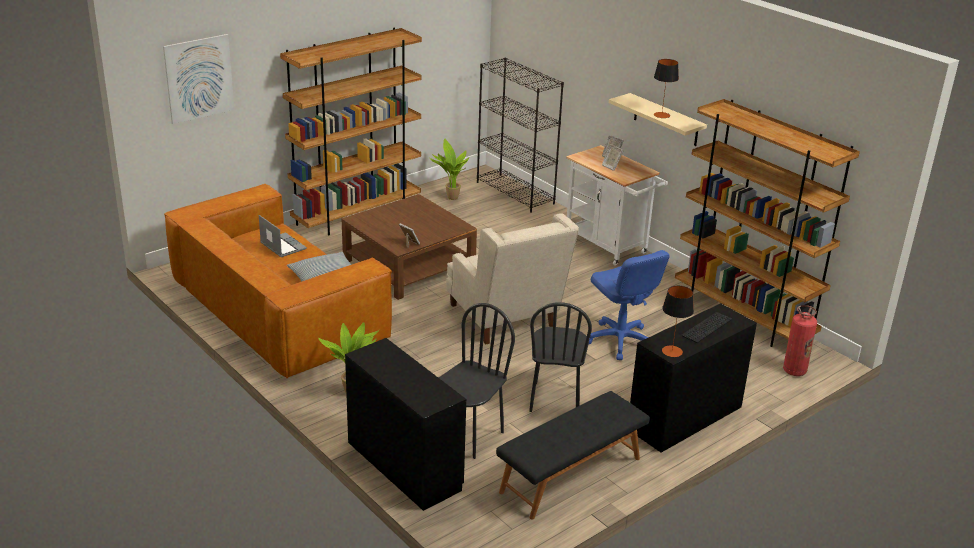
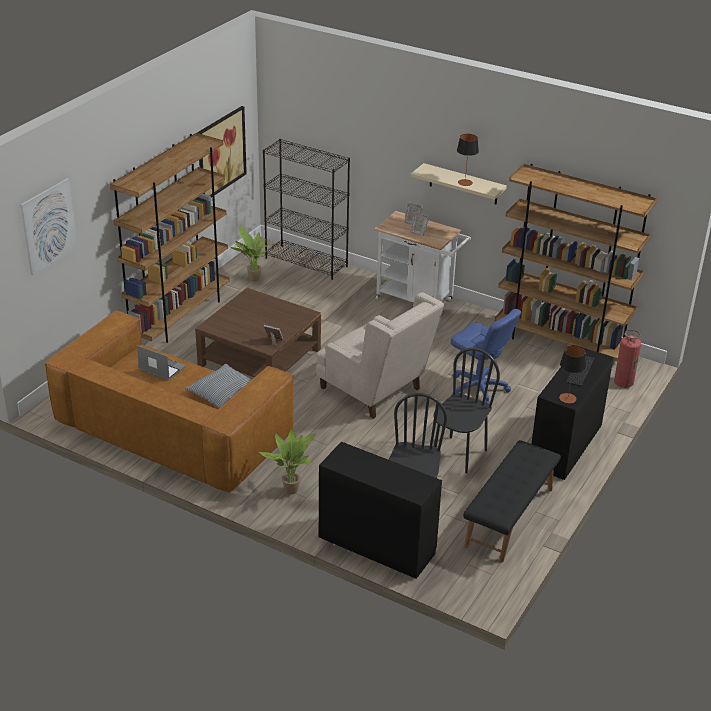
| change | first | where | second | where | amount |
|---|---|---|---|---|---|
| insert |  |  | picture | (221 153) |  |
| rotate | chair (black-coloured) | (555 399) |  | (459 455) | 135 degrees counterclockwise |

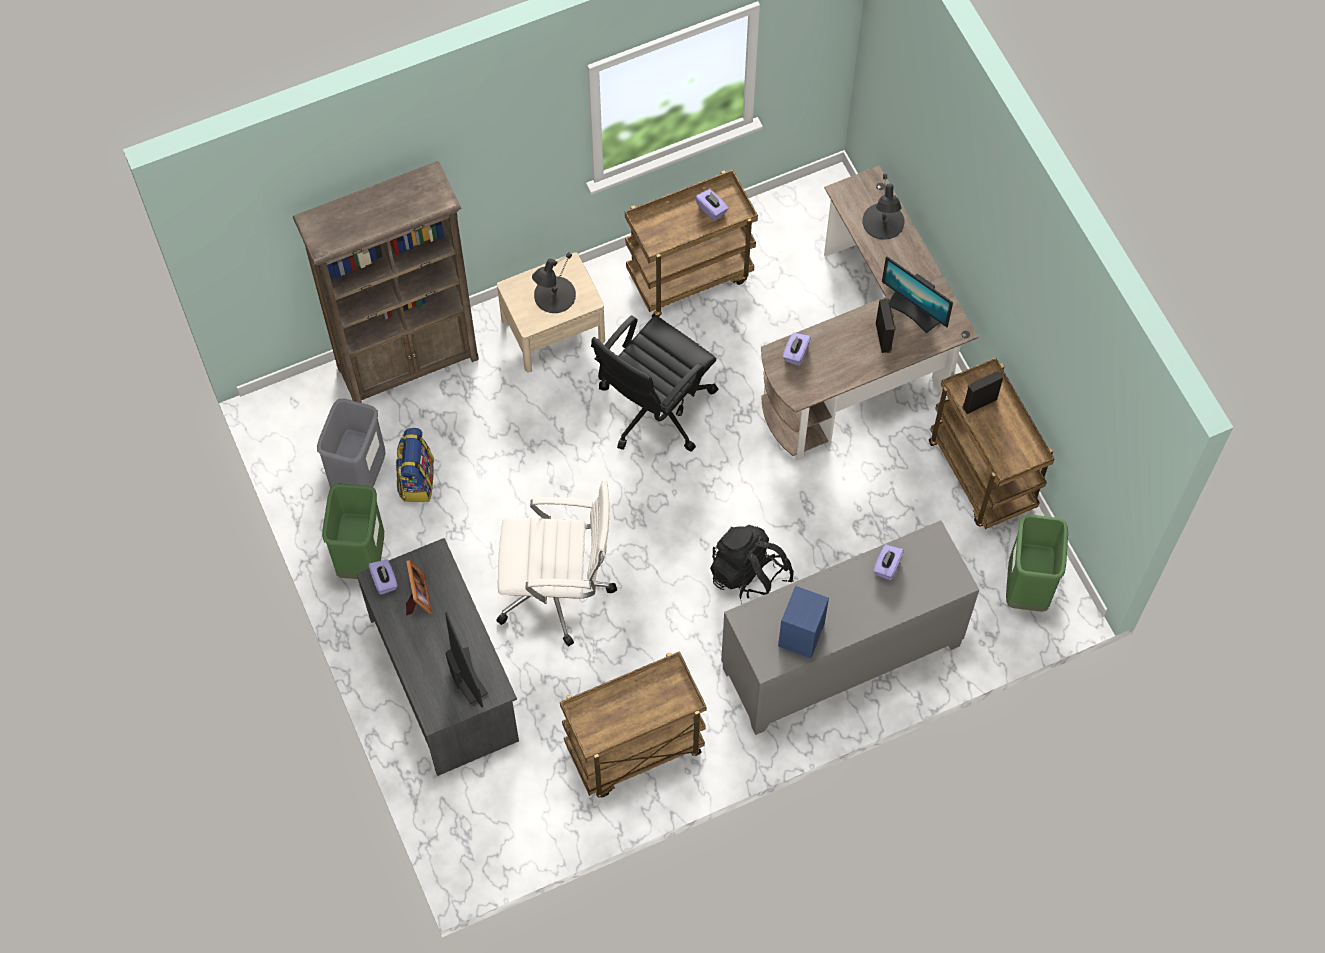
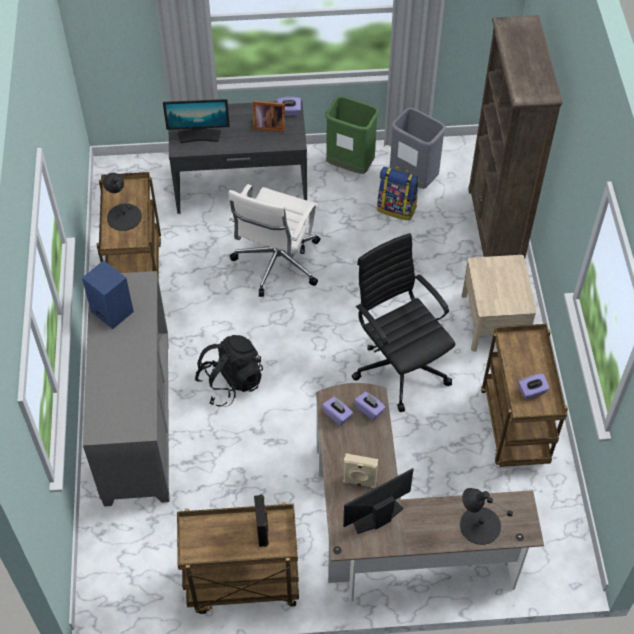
| change | first | where | second | where | amount |
|---|---|---|---|---|---|
| move | lamp for a table (black-coloured) | (554 295) |  | (124 216) |  |
| move | tissue holder (purplish) | (887 566) |  | (337 415) |  |
| recolor | loudspeaker (black-coloured) | (884 337) | loudspeaker (beige) | (359 482) |  |
| delete | waste bin (green-coloured) | (1027 588) |  |  |  |

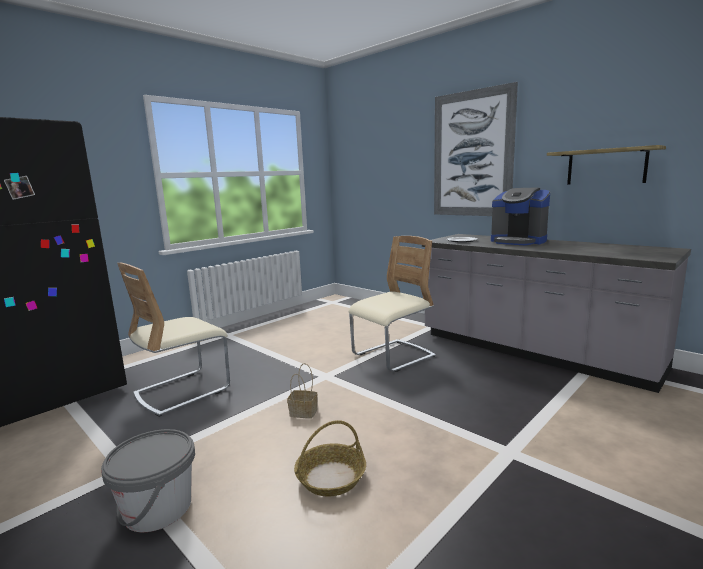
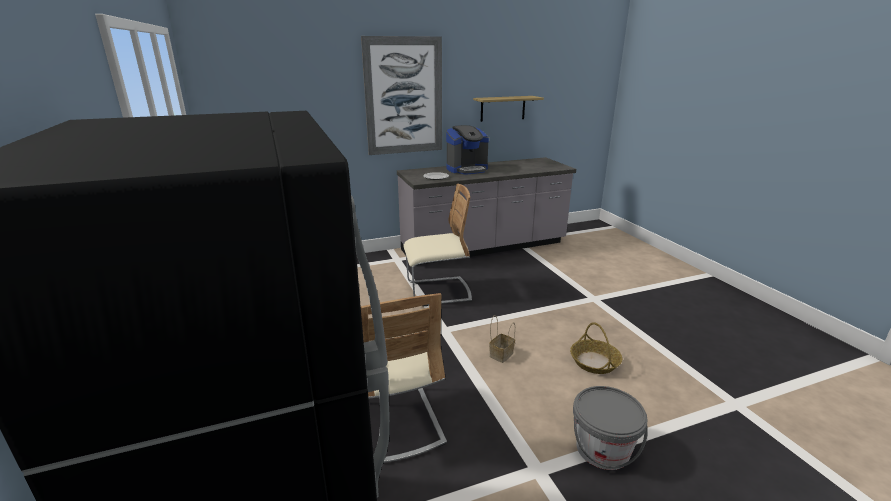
| change | first | where | second | where | amount |
|---|---|---|---|---|---|
| rotate | chair (beige) | (393 356) |  | (438 292) | 90 degrees clockwise |

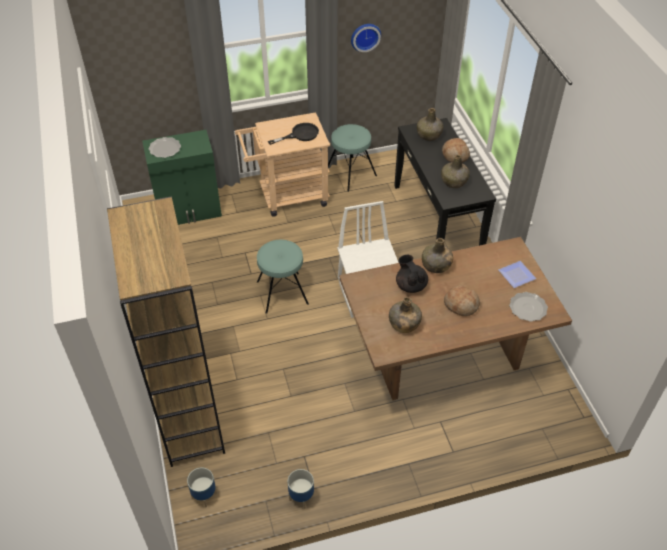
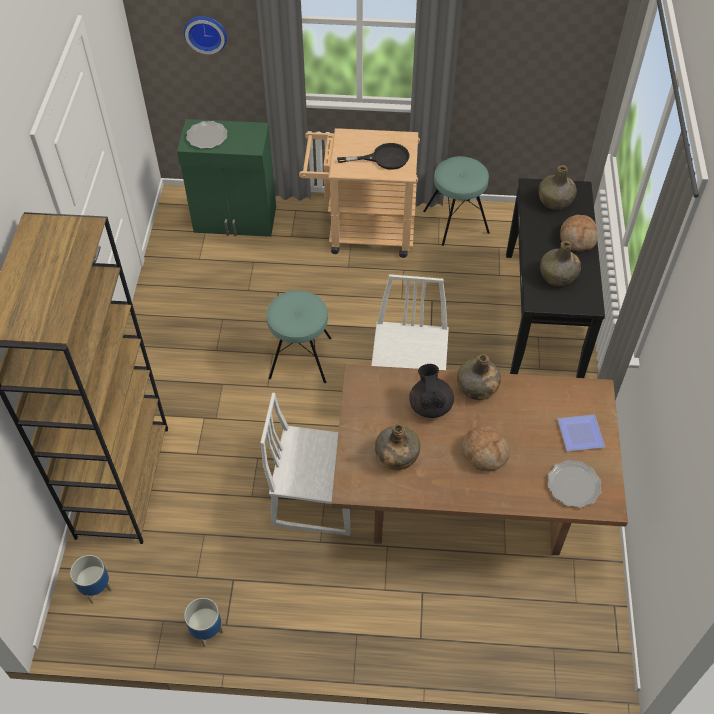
| change | first | where | second | where | amount |
|---|---|---|---|---|---|
| move | hanging clock | (365 36) |  | (206 32) |  |
| insert |  |  | chair (white-coloured) | (316 497) |  |

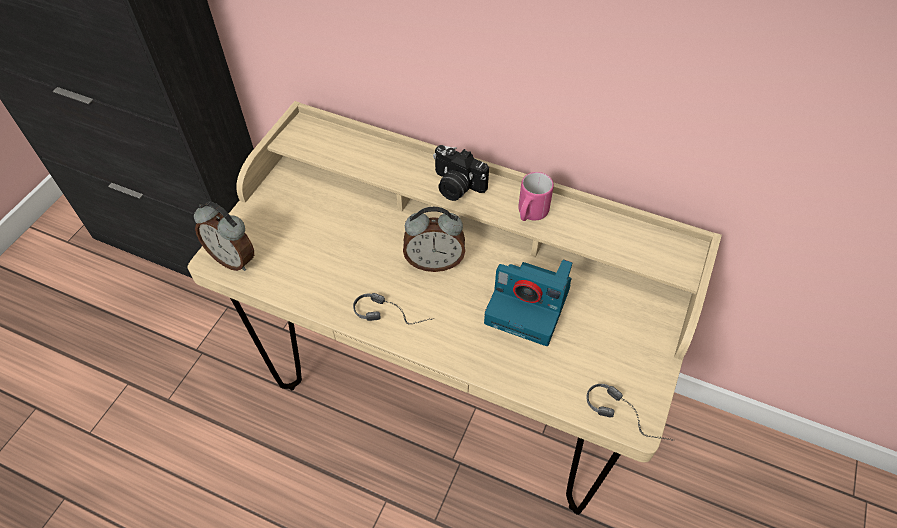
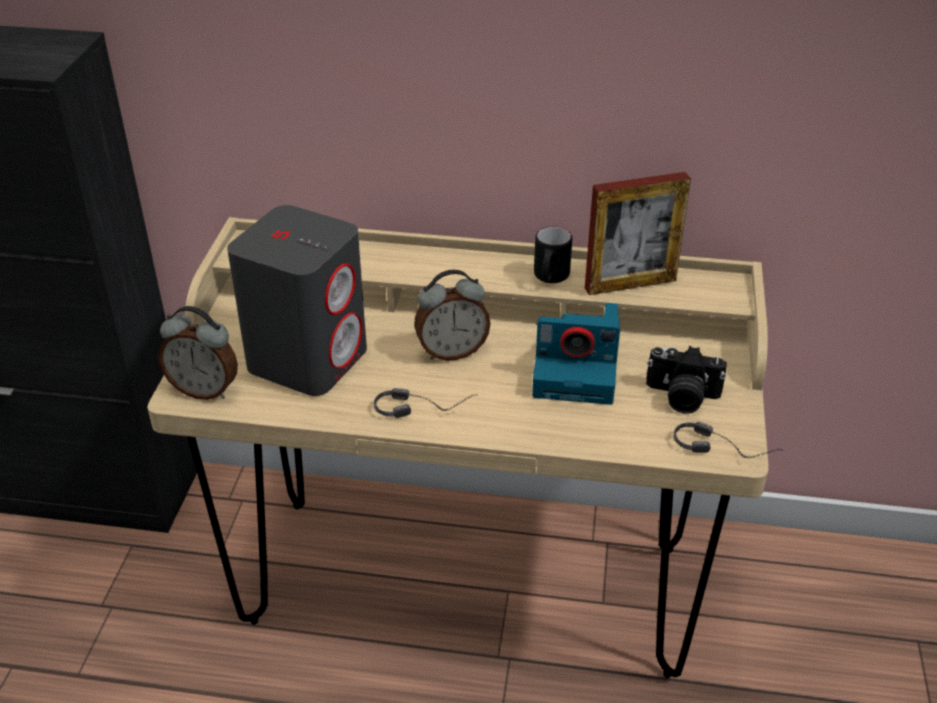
| change | first | where | second | where | amount |
|---|---|---|---|---|---|
| insert |  |  | loudspeaker (greyish) | (308 358) |  |
| recolor | mug (pink) | (530 214) | mug (black-coloured) | (550 279) |  |
| insert |  |  | photo frame | (630 284) |  |
| move | still camera | (456 186) |  | (681 397) |  |

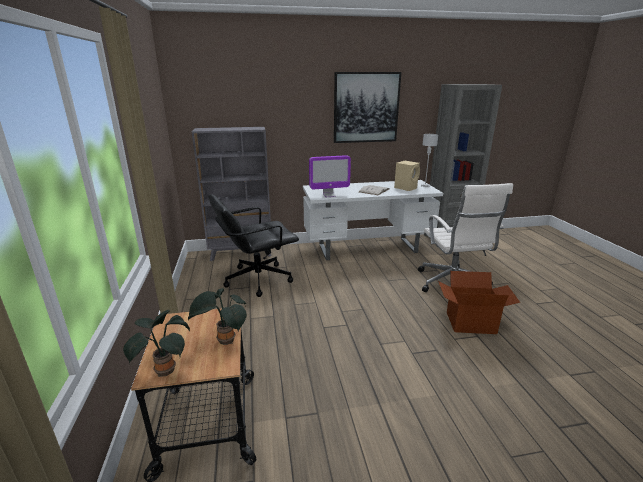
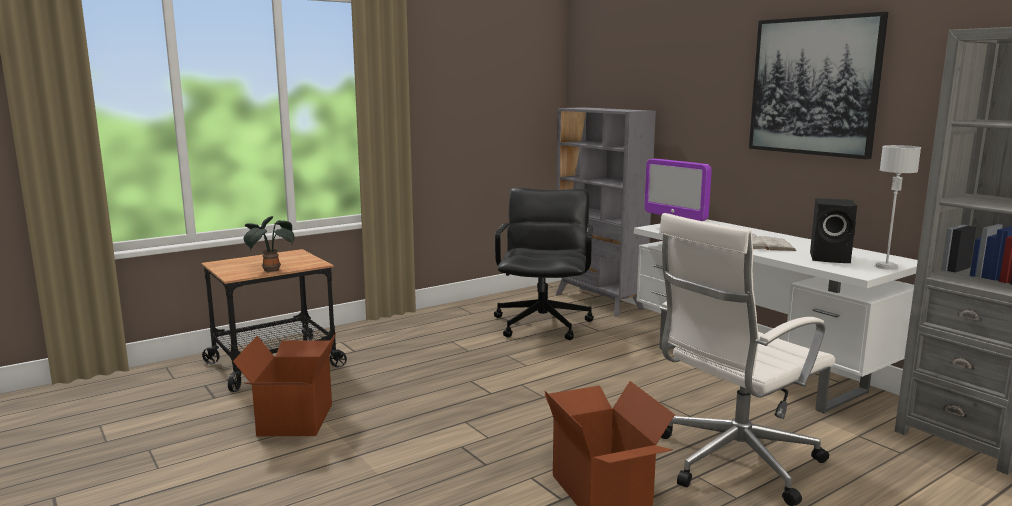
| change | first | where | second | where | amount |
|---|---|---|---|---|---|
| insert |  |  | packing box | (294 419) |  |
| rotate | computer chair (black-coloured) | (257 279) |  | (543 324) | 60 degrees clockwise |
| recolor | loudspeaker (beige) | (406 188) | loudspeaker (black-coloured) | (831 258) |  |
| delete | potted plant | (165 369) |  |  |  |

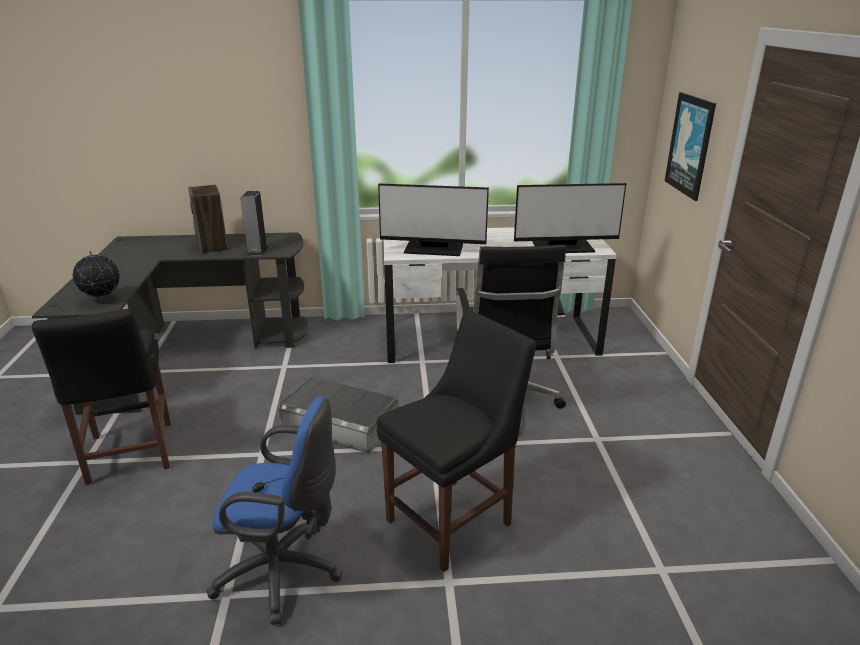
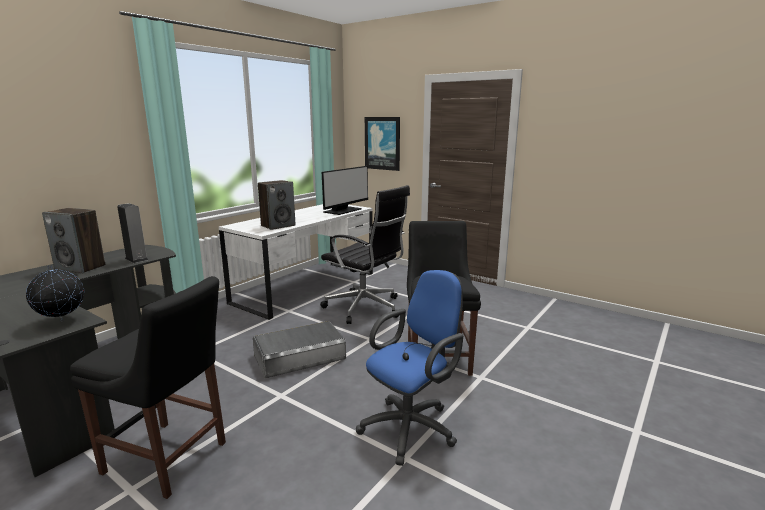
| change | first | where | second | where | amount |
|---|---|---|---|---|---|
| replace | computer screen | (433 249) | loudspeaker | (278 226) |  |

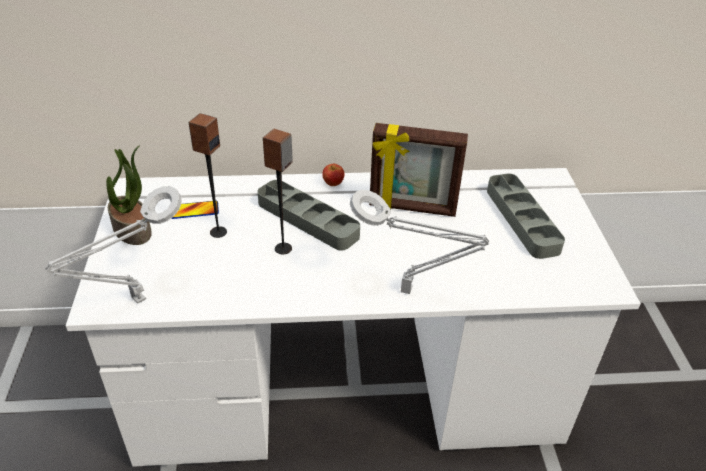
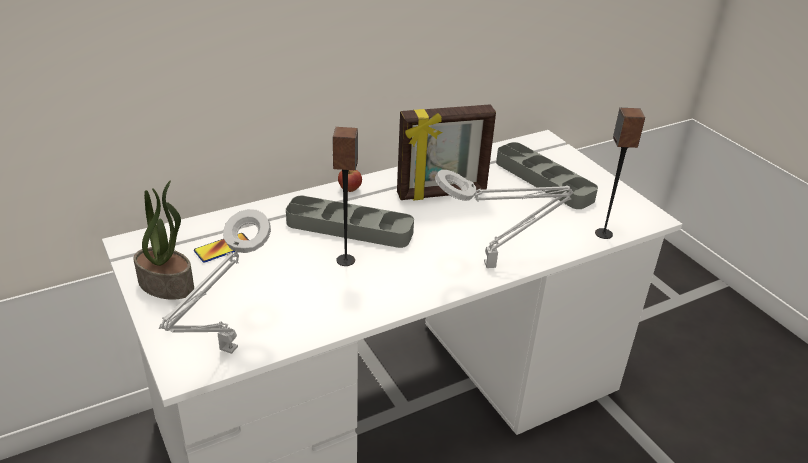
| change | first | where | second | where | amount |
|---|---|---|---|---|---|
| move | loudspeaker | (218 232) |  | (603 233) |  |

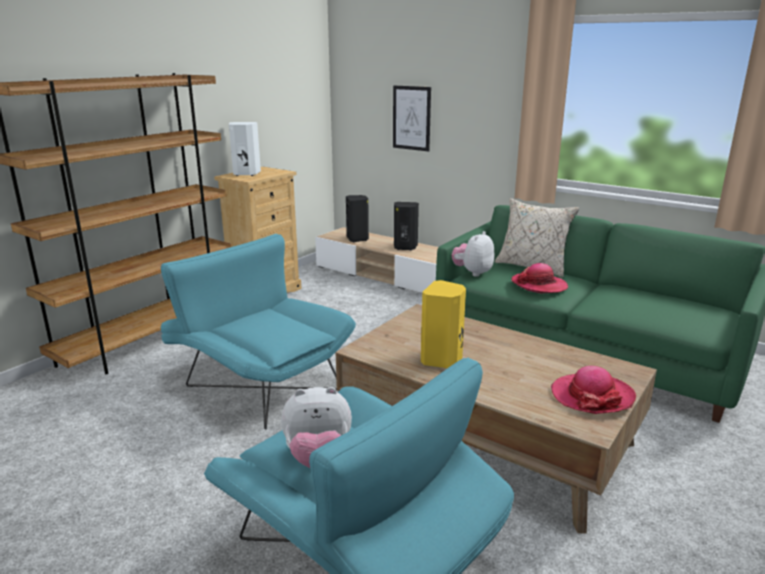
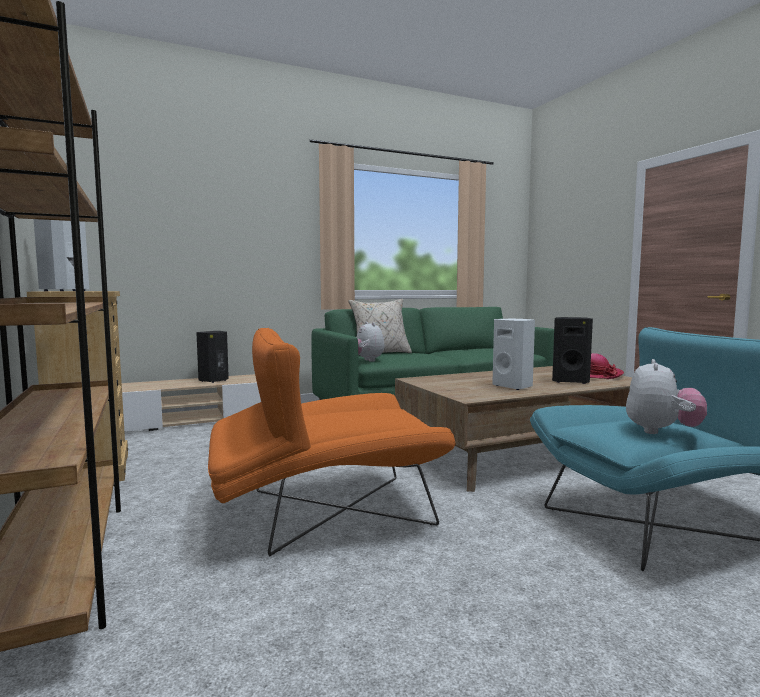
| change | first | where | second | where | amount |
|---|---|---|---|---|---|
| recolor | easy chair (turquoise-coloured) | (258 382) | easy chair (orange-coloured) | (324 512) |  |
| recolor | loudspeaker (yellow) | (442 360) | loudspeaker (white-coloured) | (513 386) |  |
| move | loudspeaker (black-coloured) | (358 239) |  | (569 381) |  |
| delete | picture | (411 118) |  |  |  |
| delete | clothing hat | (539 285) |  |  |  |

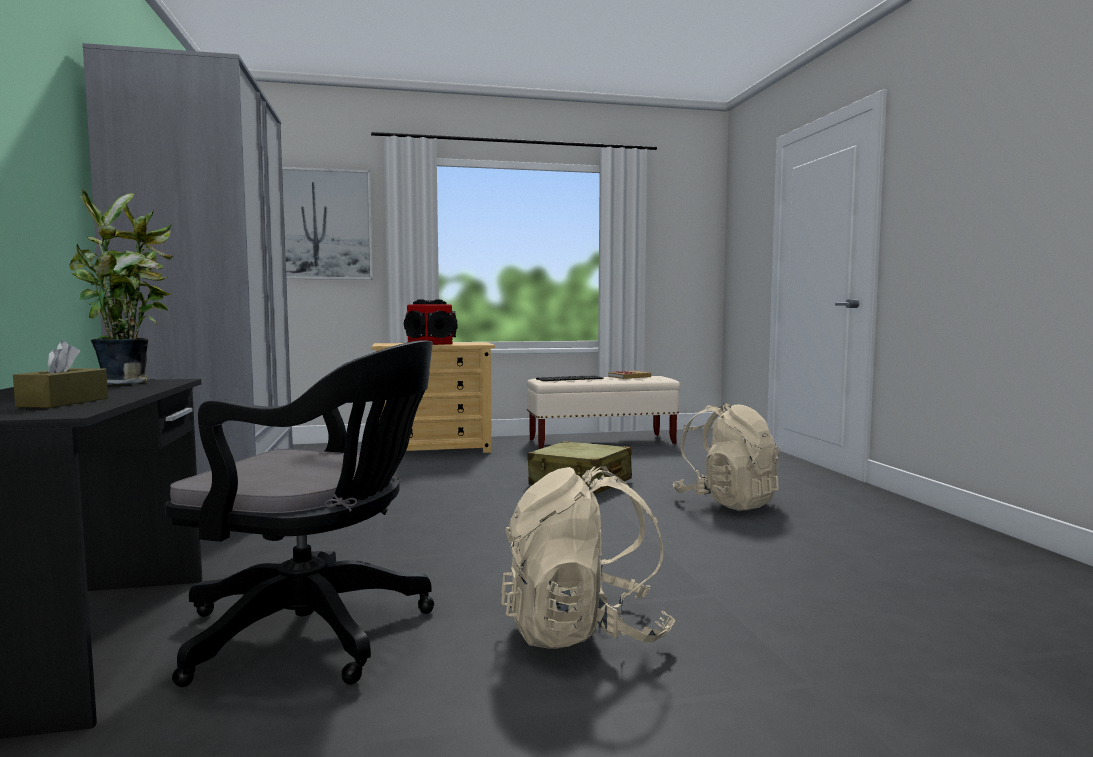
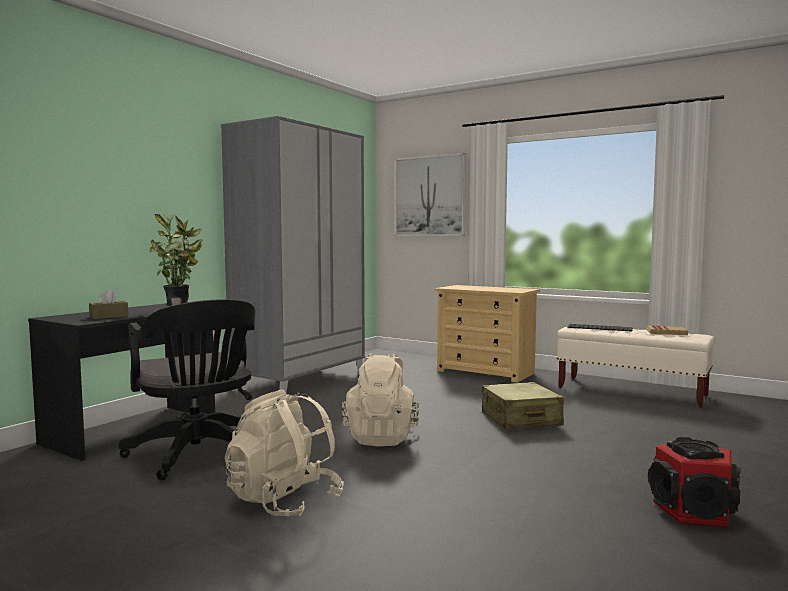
| change | first | where | second | where | amount |
|---|---|---|---|---|---|
| move | knapsack (beige) | (726 502) |  | (381 437) |  |
| move | loudspeaker | (432 343) |  | (694 512) |  |

